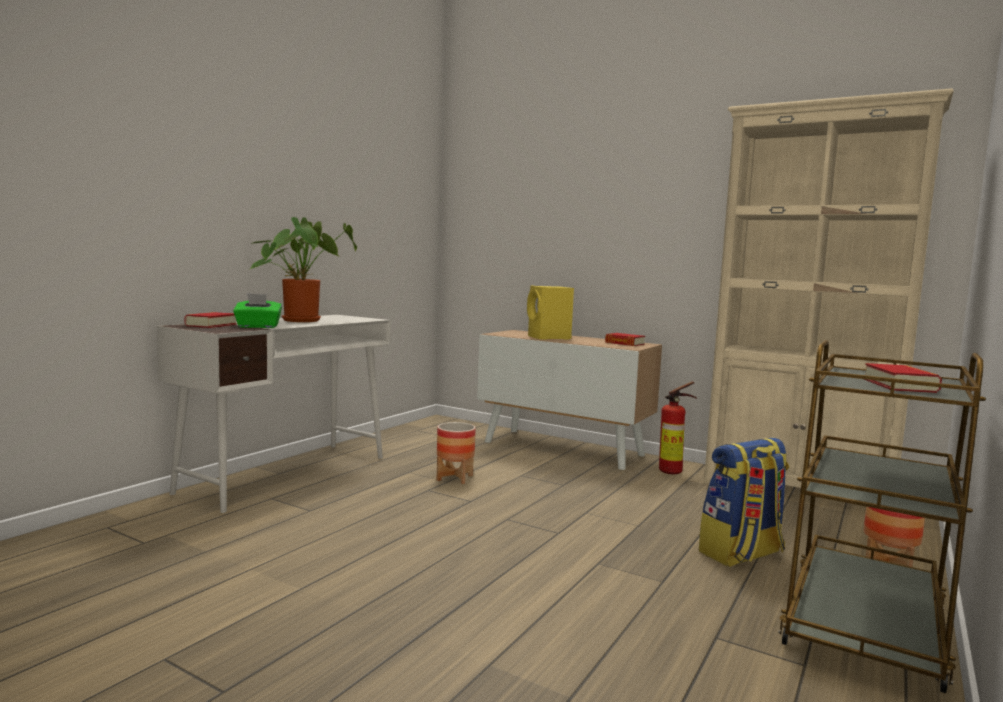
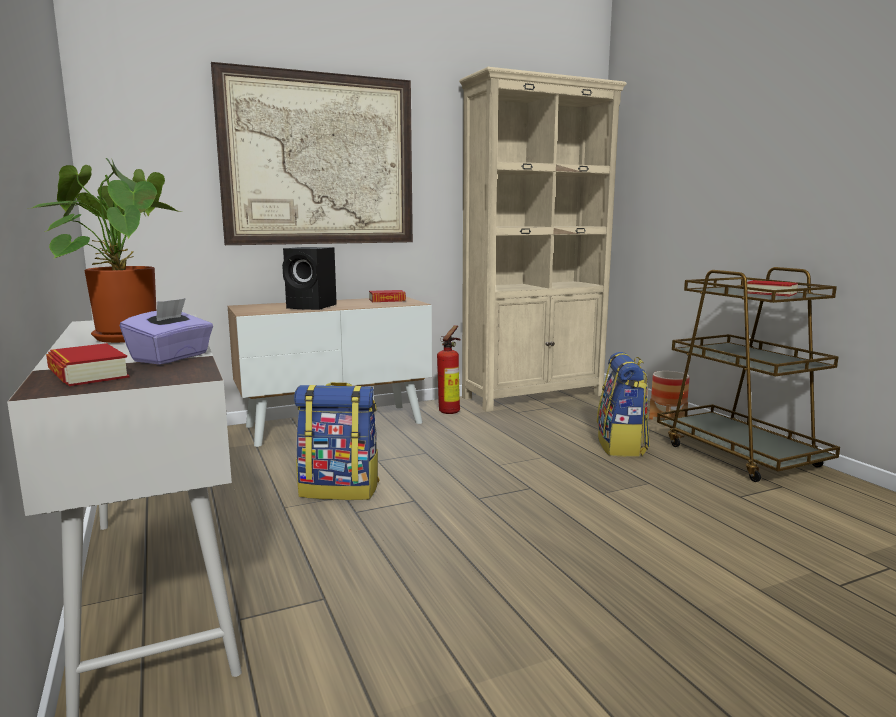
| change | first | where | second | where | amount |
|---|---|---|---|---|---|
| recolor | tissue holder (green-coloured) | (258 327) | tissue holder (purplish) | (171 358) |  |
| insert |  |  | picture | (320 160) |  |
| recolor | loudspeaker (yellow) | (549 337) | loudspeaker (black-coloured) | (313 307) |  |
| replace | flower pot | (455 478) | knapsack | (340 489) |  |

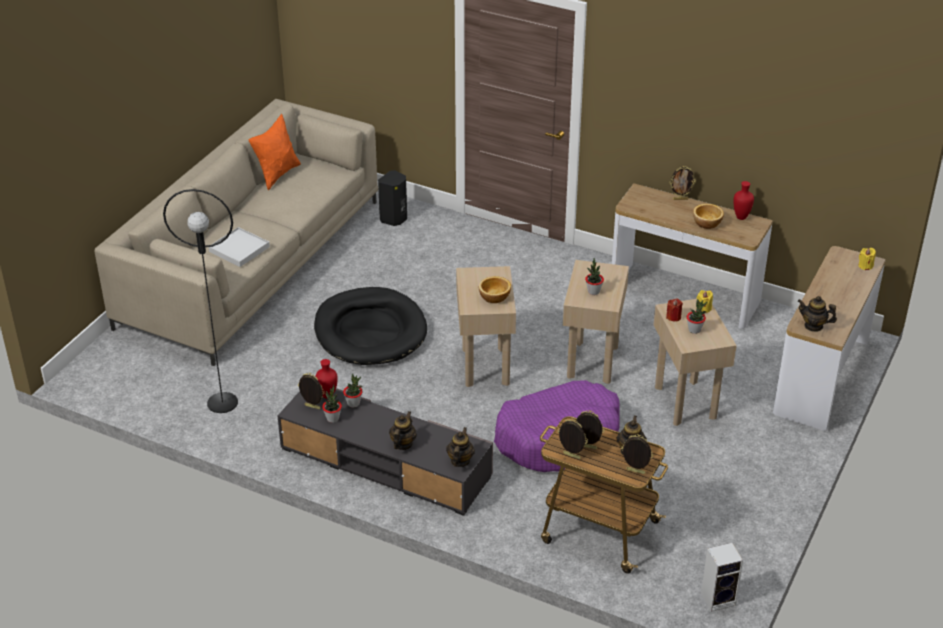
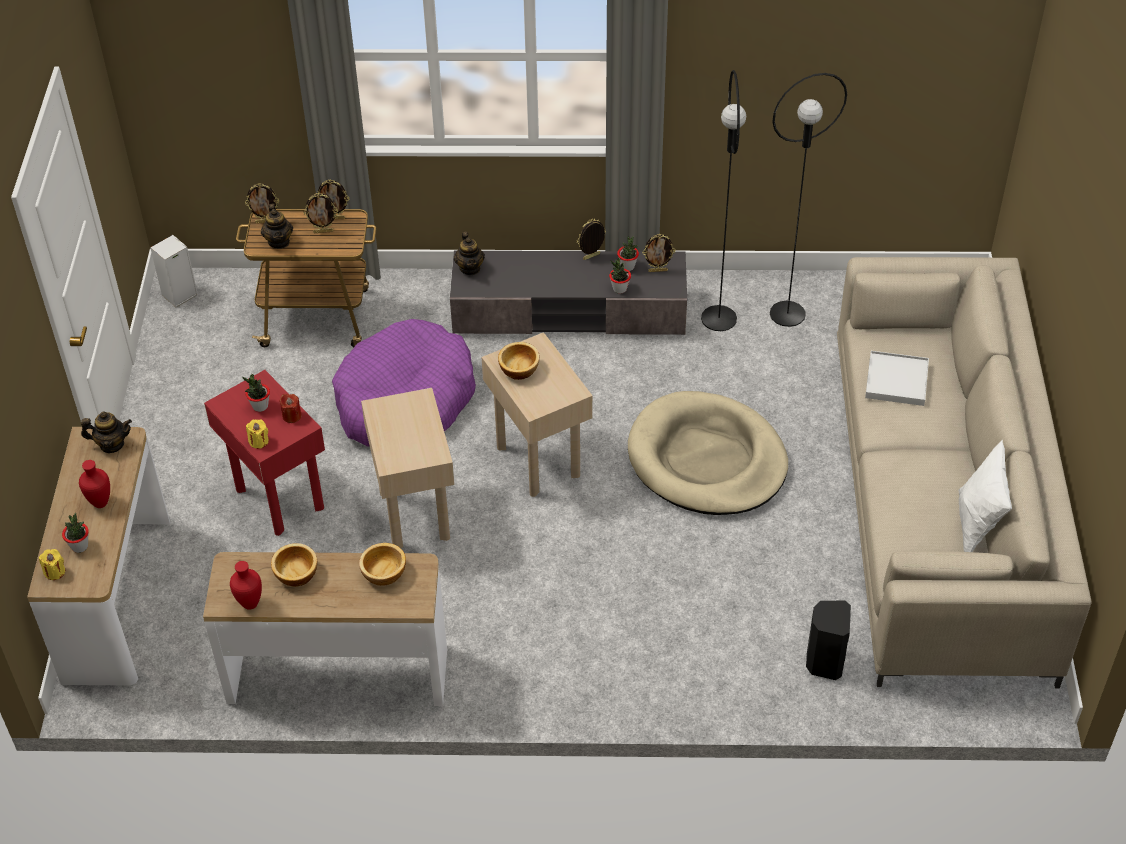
| change | first | where | second | where | amount |
|---|---|---|---|---|---|
| move | potted plant | (593 291) |  | (80 546) |  |
| move | flower vase (red) | (327 395) |  | (101 503) |  |
| recolor | side table (beige) | (686 402) | side table (red) | (279 499) |  |
| insert |  |  | deep dish | (383 574) |  |
| move | photo frame | (680 199) |  | (591 257) |  |
| recolor | dog bed (black-coloured) | (370 331) | dog bed (beige) | (707 459) |  |
| insert |  |  | standard lamp (black-coloured) | (718 318) |  |
| recolor | pillow (orange-coloured) | (277 174) | pillow (white-coloured) | (977 525) |  |
| delete | teapot | (402 444) |  |  |  |

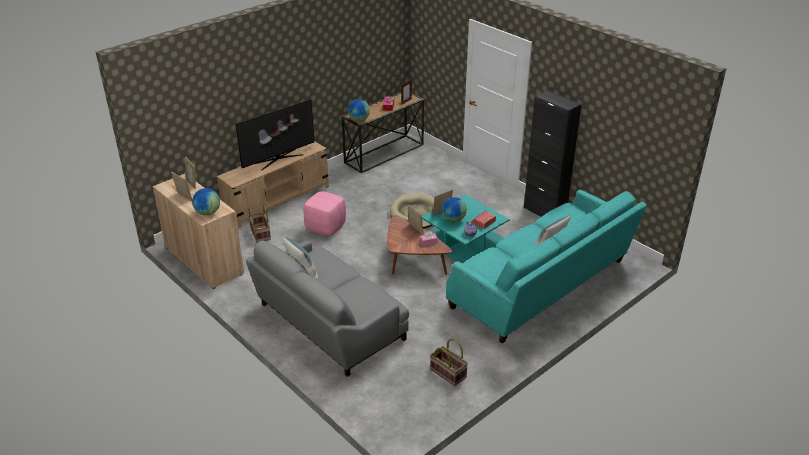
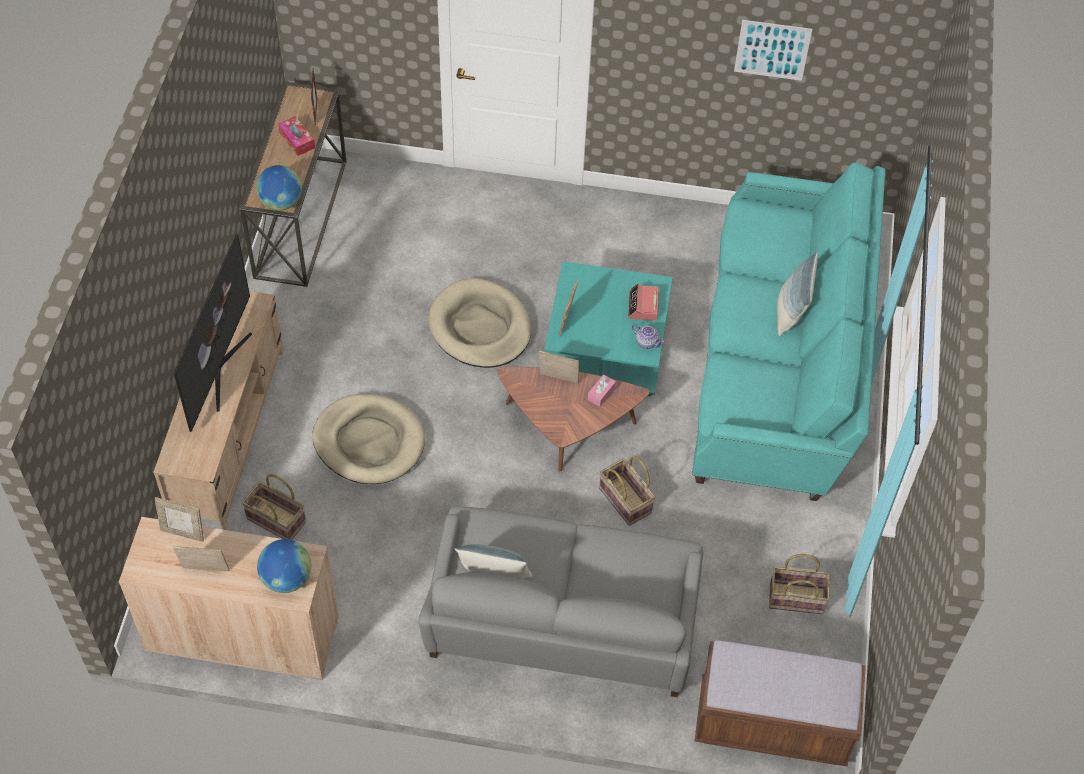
| change | first | where | second | where | amount |
|---|---|---|---|---|---|
| replace | ottoman (pink) | (325 228) | dog bed (beige) | (369 442) |  |
| insert |  |  | basket | (626 500) |  |
| insert |  |  | bench (brownish) | (772 724) |  |
| insert |  |  | picture | (772 50) |  |
| delete | desk globe | (453 219) |  |  |  |
| delete | storage cabinet (black-coloured) | (544 212) |  |  |  |

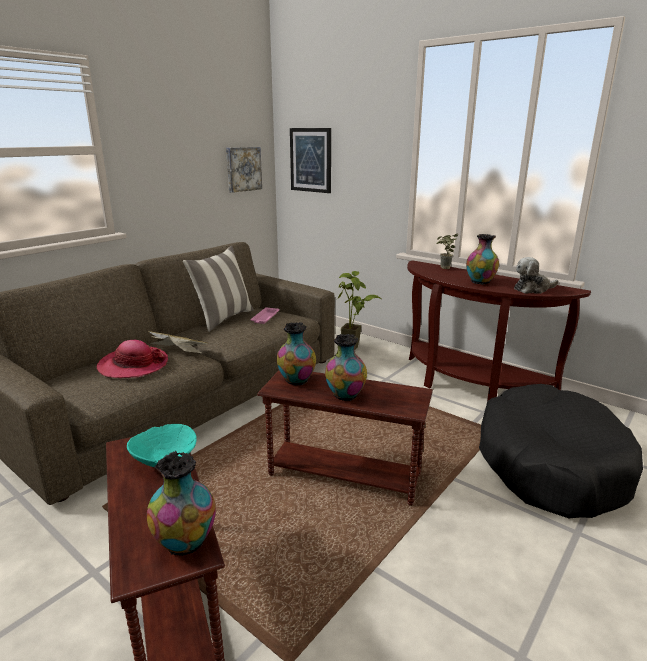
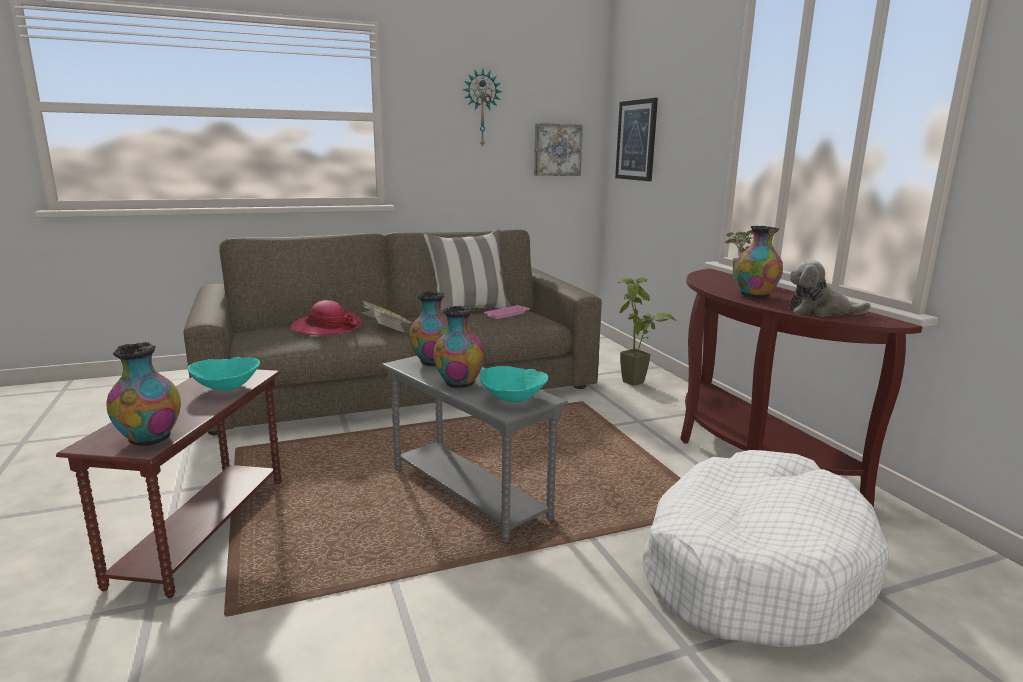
| change | first | where | second | where | amount |
|---|---|---|---|---|---|
| recolor | side table (brownish) | (344 475) | side table (greyish) | (469 493) |  |
| insert |  |  | hanging clock | (481 108) |  |
| insert |  |  | deep dish (turquoise-coloured) | (513 398) |  |
| recolor | dog bed (black-coloured) | (550 464) | dog bed (white-coloured) | (752 568) |  |

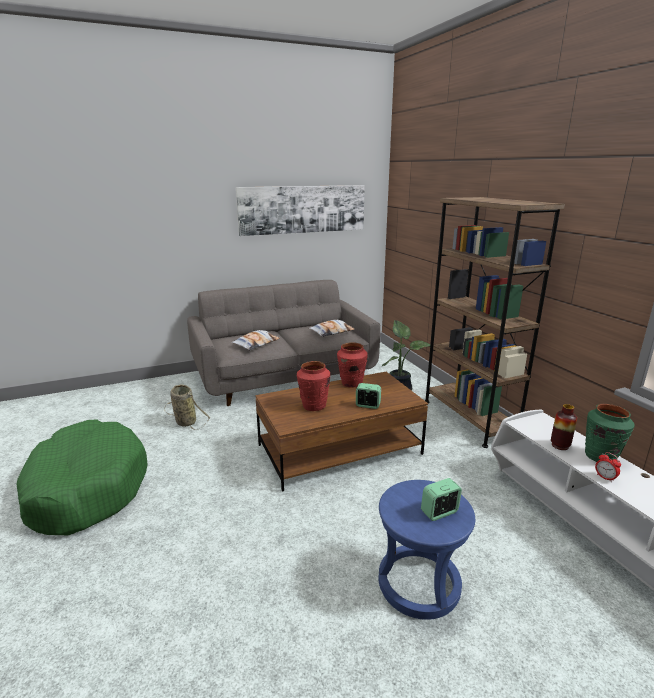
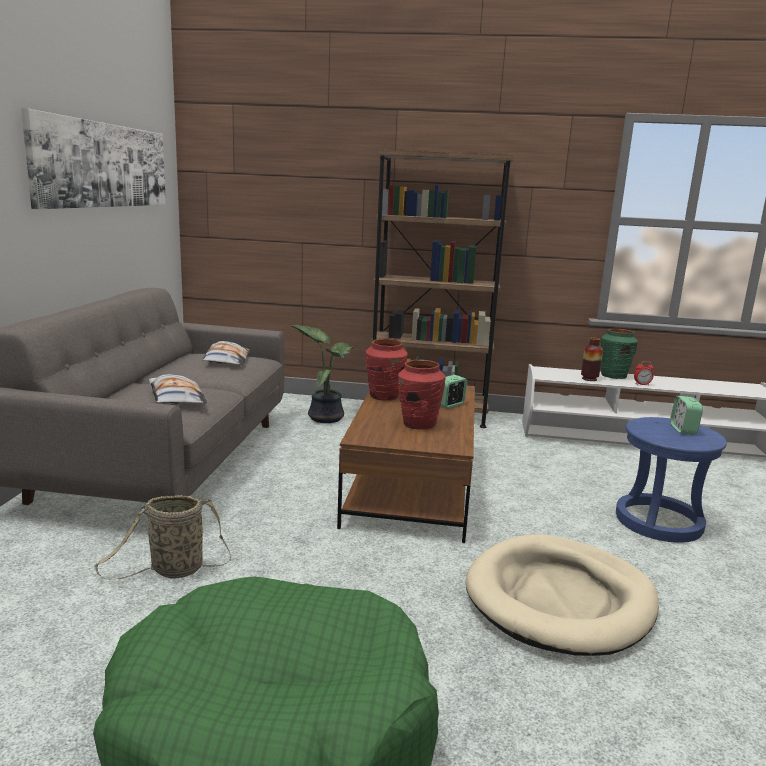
| change | first | where | second | where | amount |
|---|---|---|---|---|---|
| insert |  |  | dog bed (beige) | (560 599) |  |

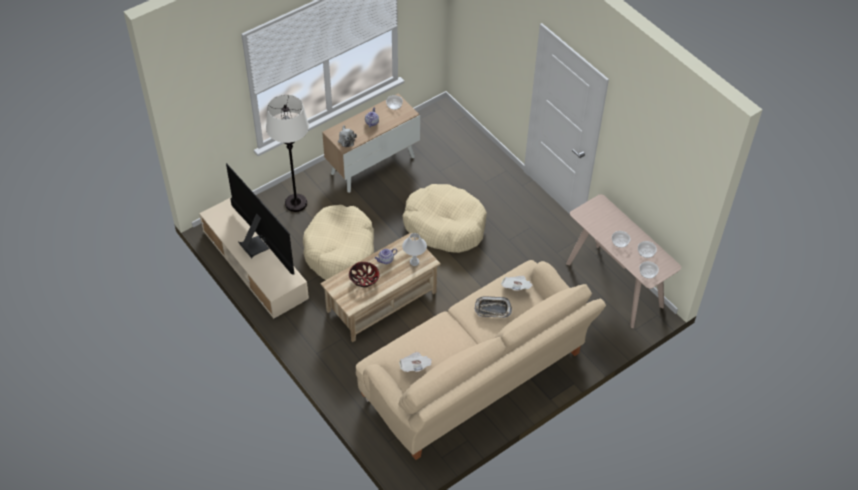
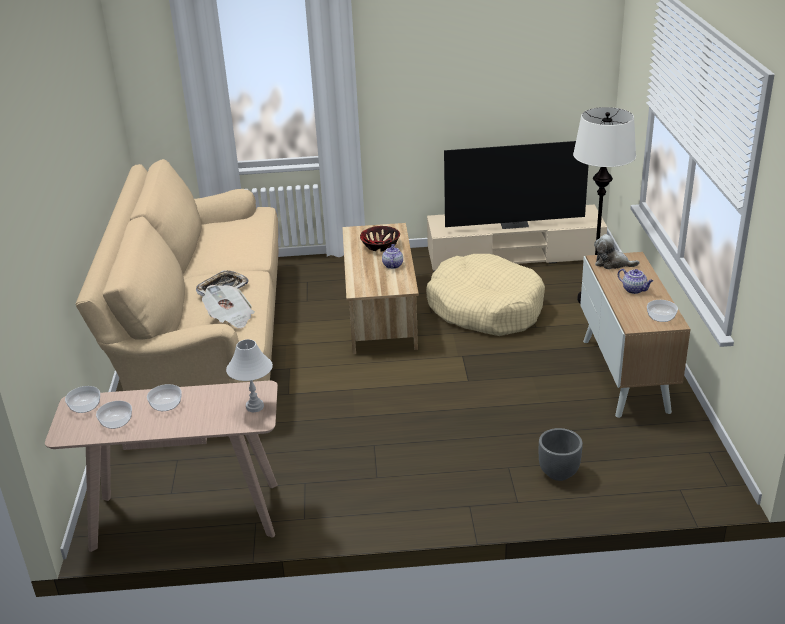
| change | first | where | second | where | amount |
|---|---|---|---|---|---|
| move | lamp for a table (white-coloured) | (414 262) |  | (255 406) |  |
| insert |  |  | flower pot (greyish) | (558 473) |  |
| delete | newspaper | (415 367) |  |  |  |
| delete | dog bed (beige) | (444 225) |  |  |  |

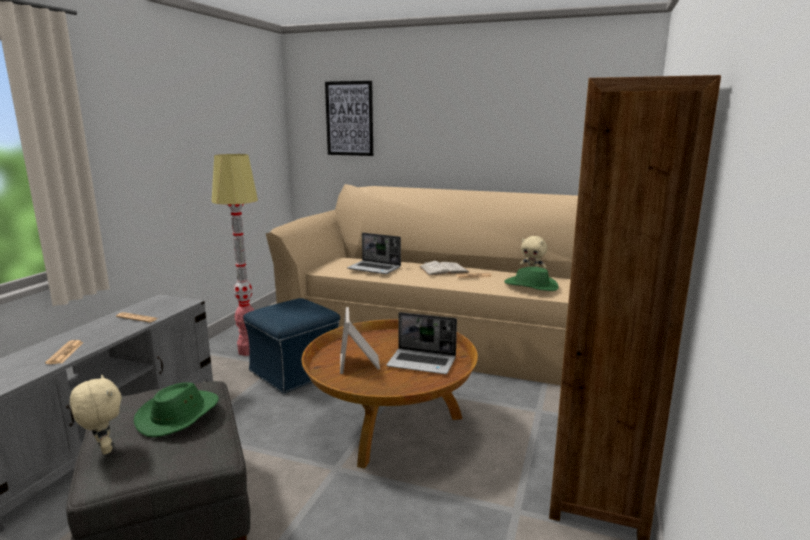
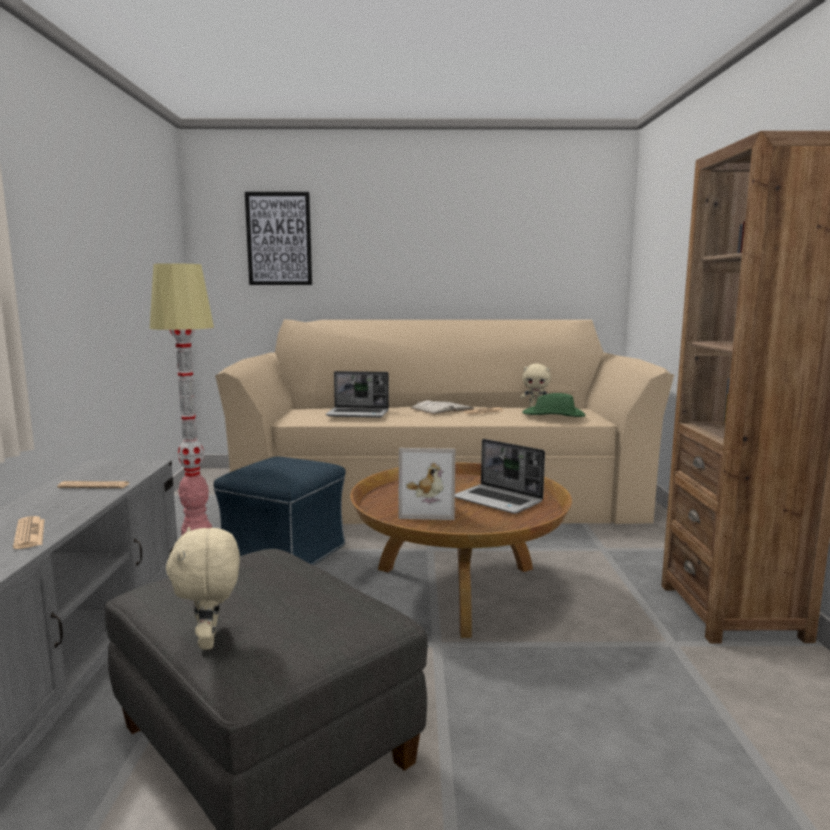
| change | first | where | second | where | amount |
|---|---|---|---|---|---|
| rotate | soft toy (beige) | (103 449) |  | (211 641) | 135 degrees counterclockwise |
| rotate | photo frame | (360 363) |  | (427 510) | 60 degrees counterclockwise |
| rotate | laptop | (422 362) |  | (498 501) | 45 degrees clockwise |
| delete | clothing hat (green-coloured) | (179 415) |  |  |  |

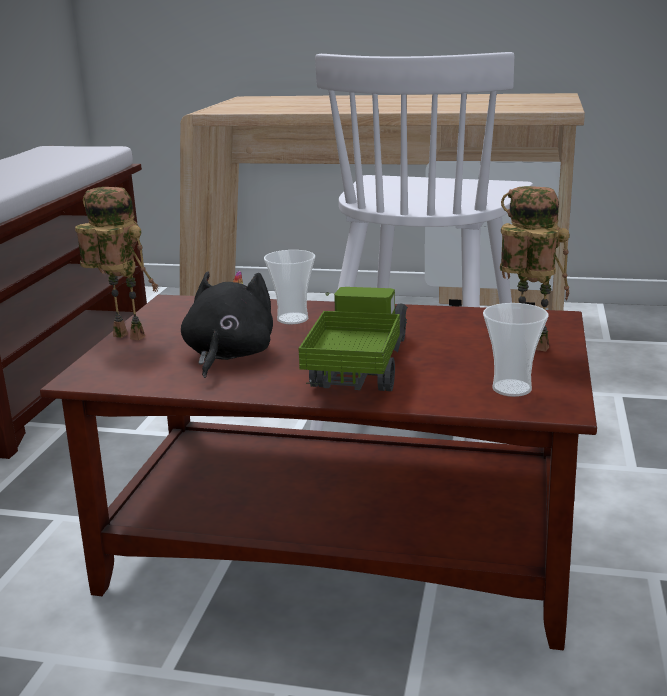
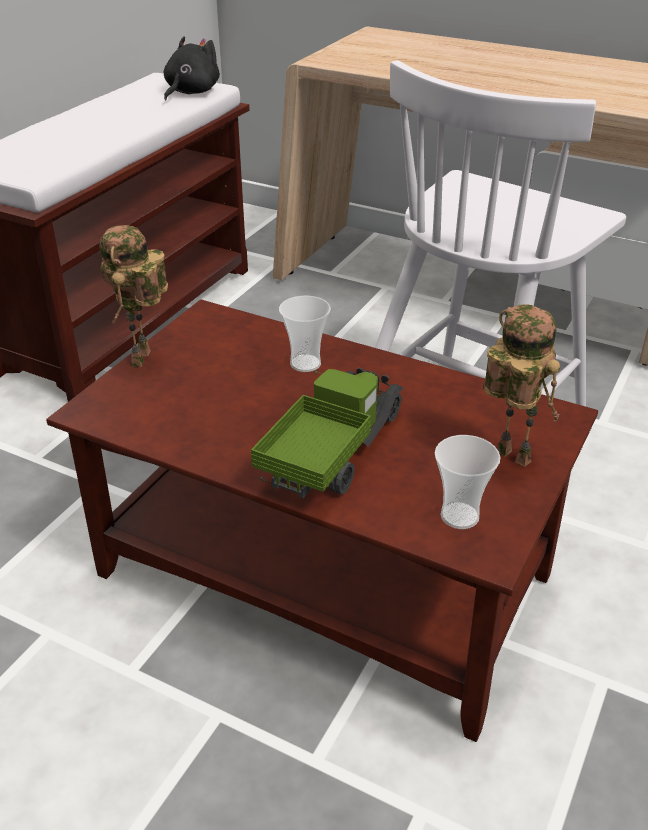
| change | first | where | second | where | amount |
|---|---|---|---|---|---|
| rotate | model robot | (124 337) |  | (144 360) | 120 degrees counterclockwise |
| move | soft toy (black-coloured) | (227 356) |  | (190 92) |  |

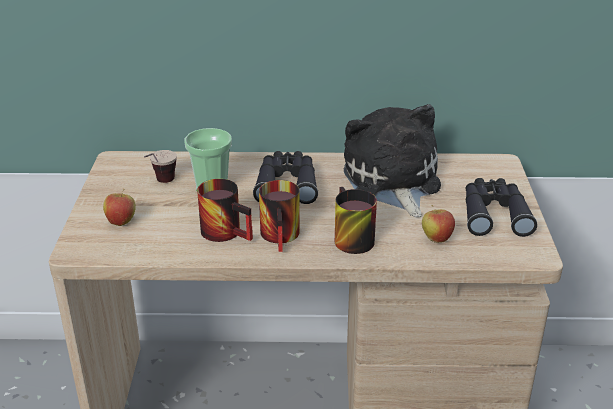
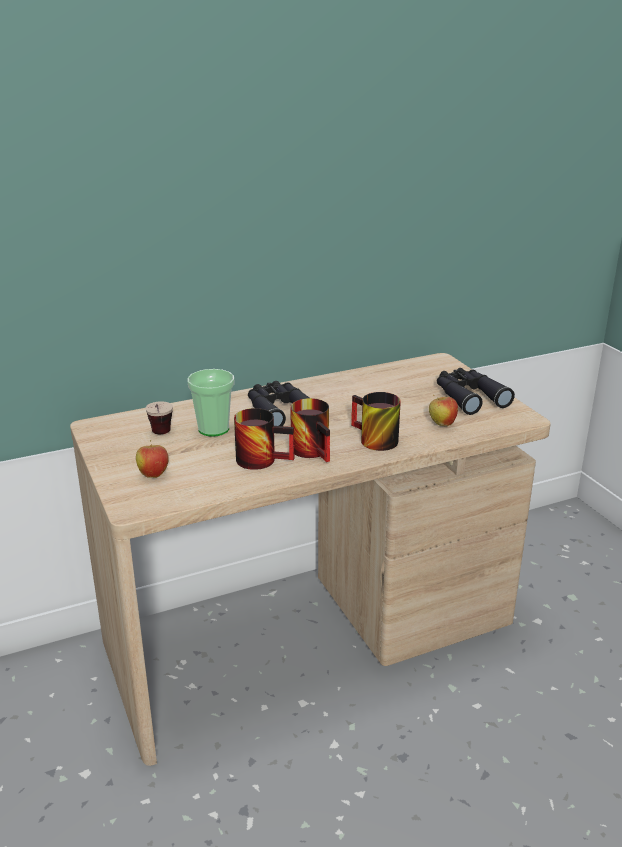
| change | first | where | second | where | amount |
|---|---|---|---|---|---|
| delete | soft toy | (392 181) |  |  |  |

